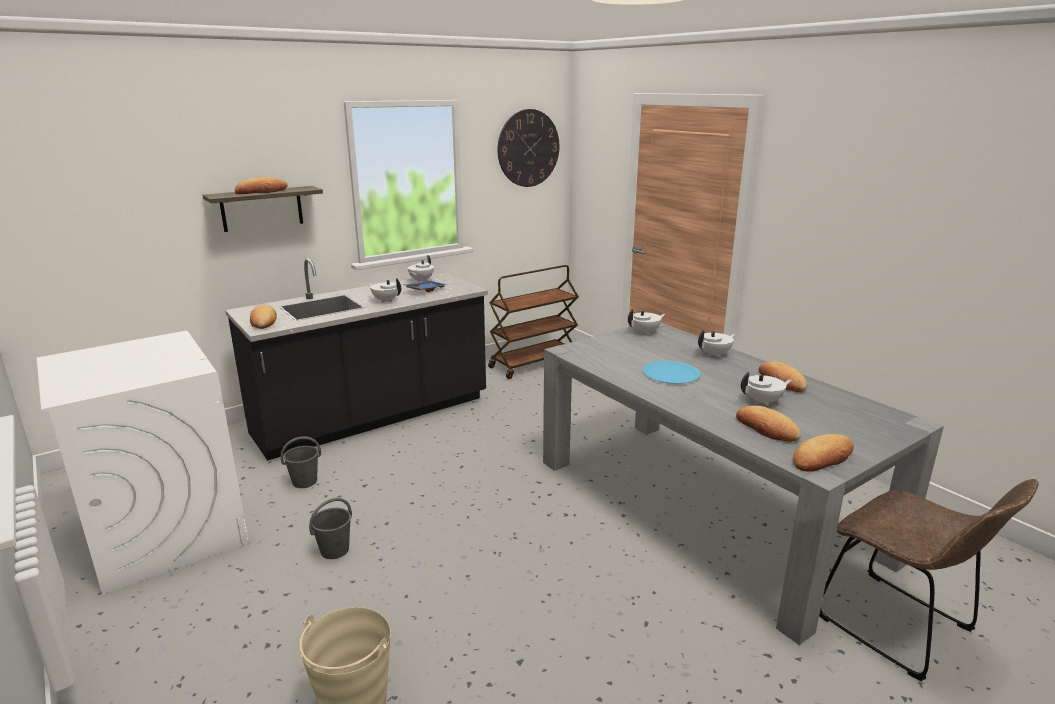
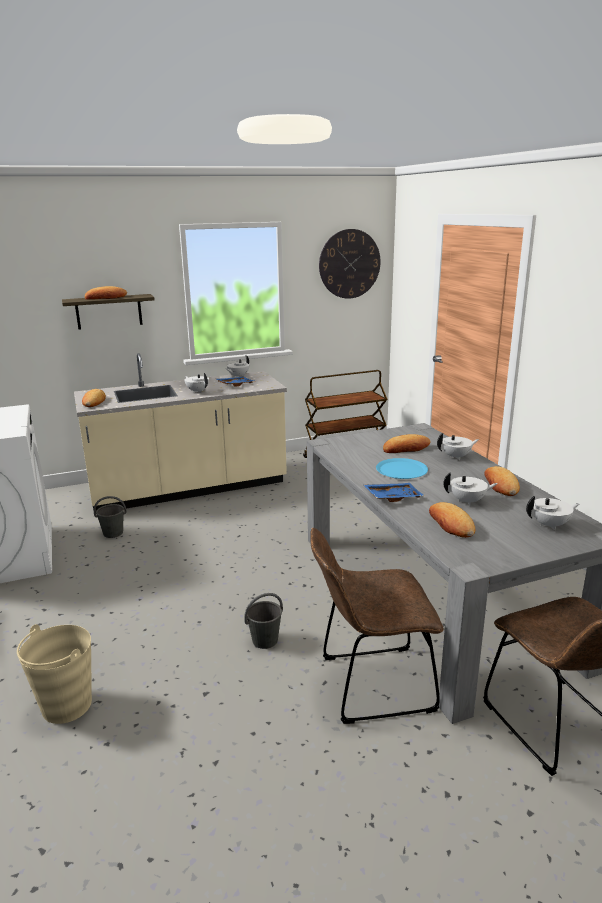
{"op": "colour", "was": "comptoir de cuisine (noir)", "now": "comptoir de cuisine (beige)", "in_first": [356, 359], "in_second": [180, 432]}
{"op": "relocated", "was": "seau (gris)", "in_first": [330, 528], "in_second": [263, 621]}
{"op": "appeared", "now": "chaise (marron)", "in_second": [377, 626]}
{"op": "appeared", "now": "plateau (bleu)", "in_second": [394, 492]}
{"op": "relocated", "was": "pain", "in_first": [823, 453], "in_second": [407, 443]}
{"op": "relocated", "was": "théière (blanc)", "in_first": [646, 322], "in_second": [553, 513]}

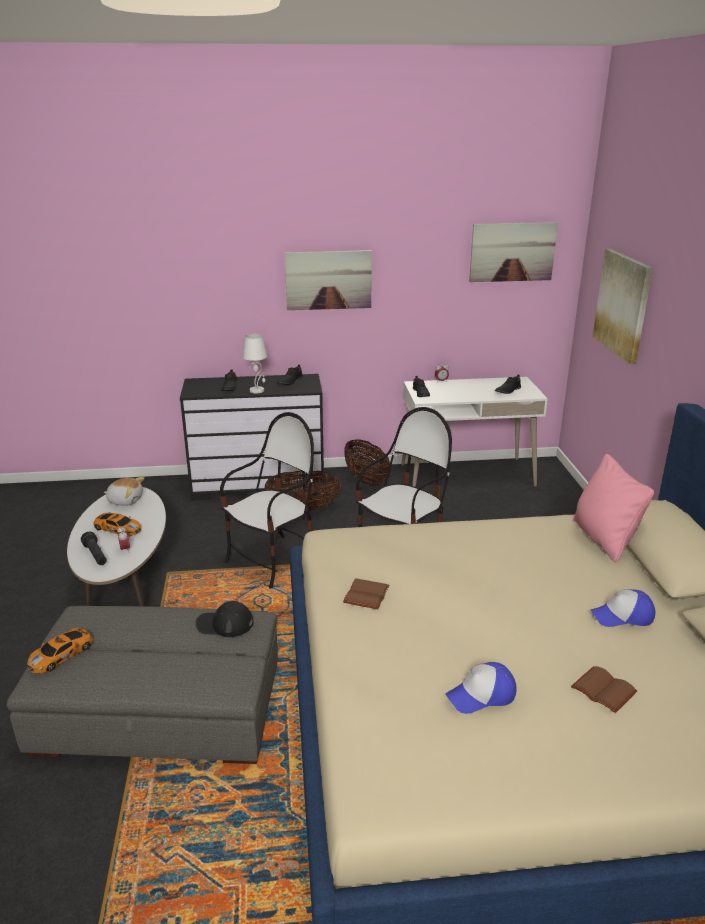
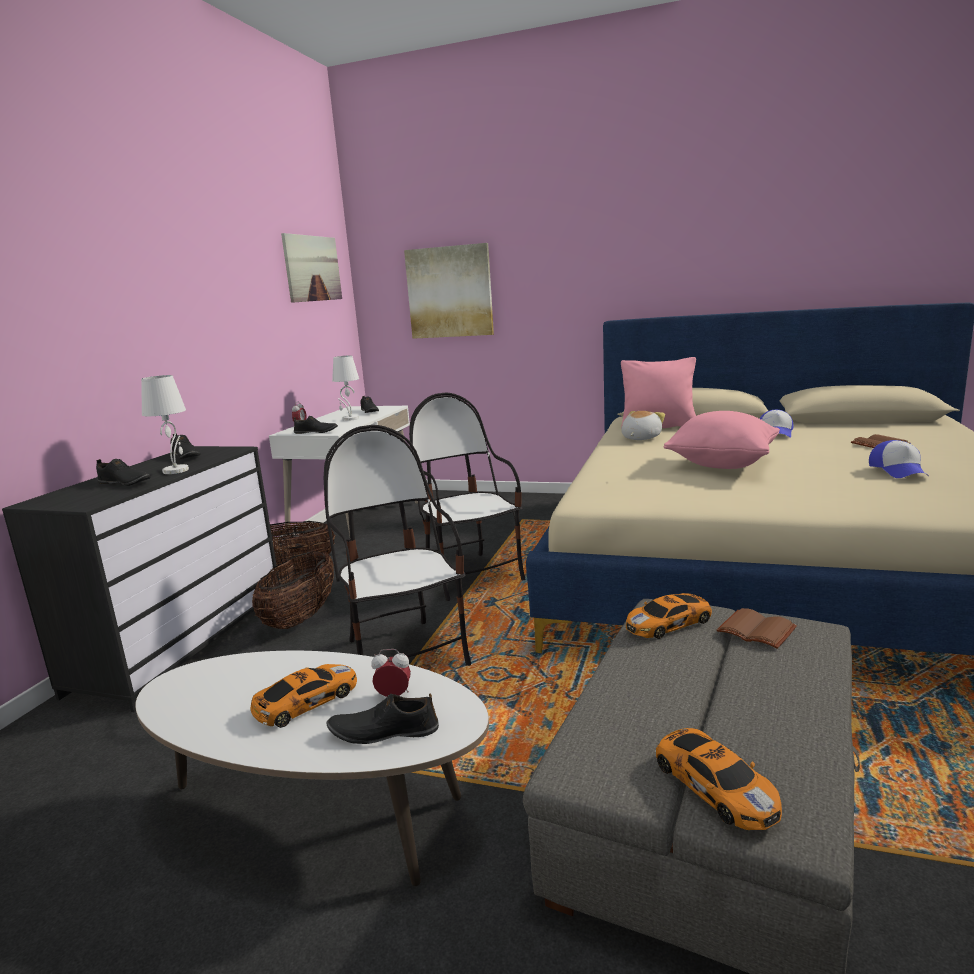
{"op": "exchanged", "was": "lampe de poche (noir)", "now": "chaussure (noir)", "in_first": [94, 548], "in_second": [382, 718]}
{"op": "appeared", "now": "lampe de table (blanc)", "in_second": [345, 388]}
{"op": "relocated", "was": "peluche", "in_first": [124, 491], "in_second": [643, 425]}
{"op": "exchanged", "was": "casquette (noir)", "now": "petite voiture", "in_first": [224, 619], "in_second": [669, 616]}
{"op": "appeared", "now": "coussin (rose)", "in_second": [721, 440]}
{"op": "relocated", "was": "livre (marron)", "in_first": [366, 593], "in_second": [756, 628]}
{"op": "missing", "was": "tableau", "in_first": [328, 280]}

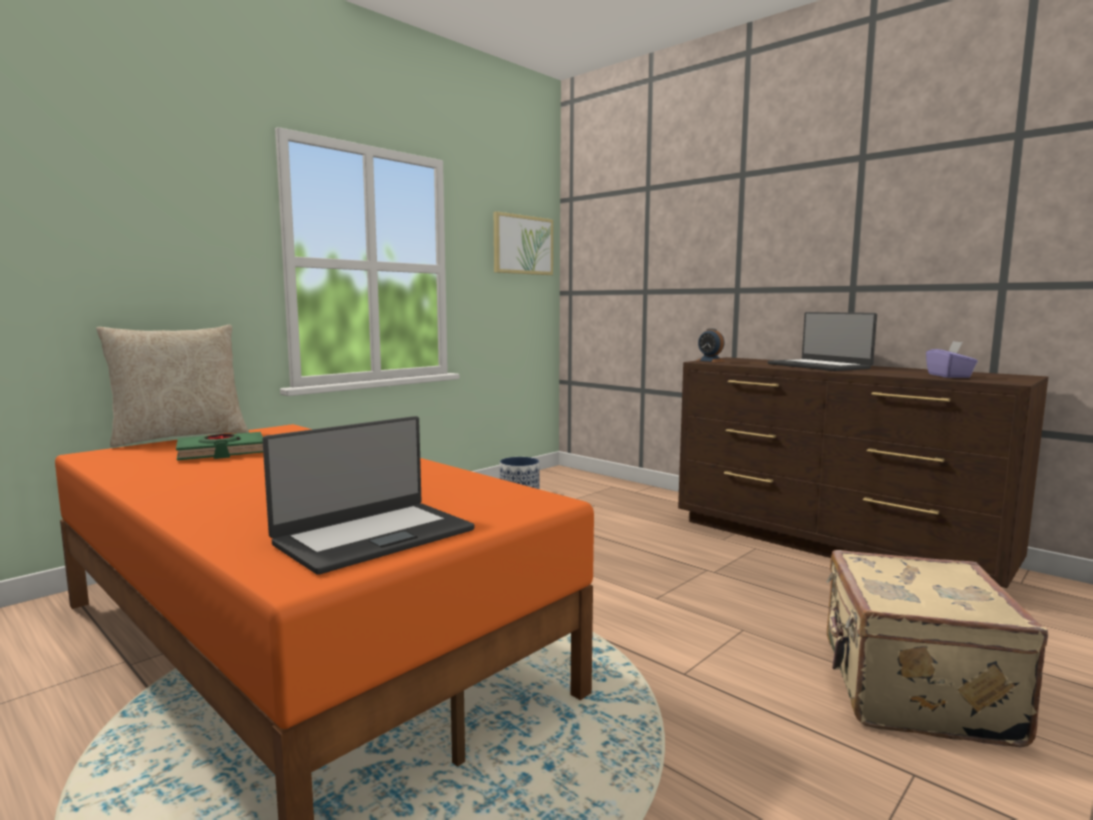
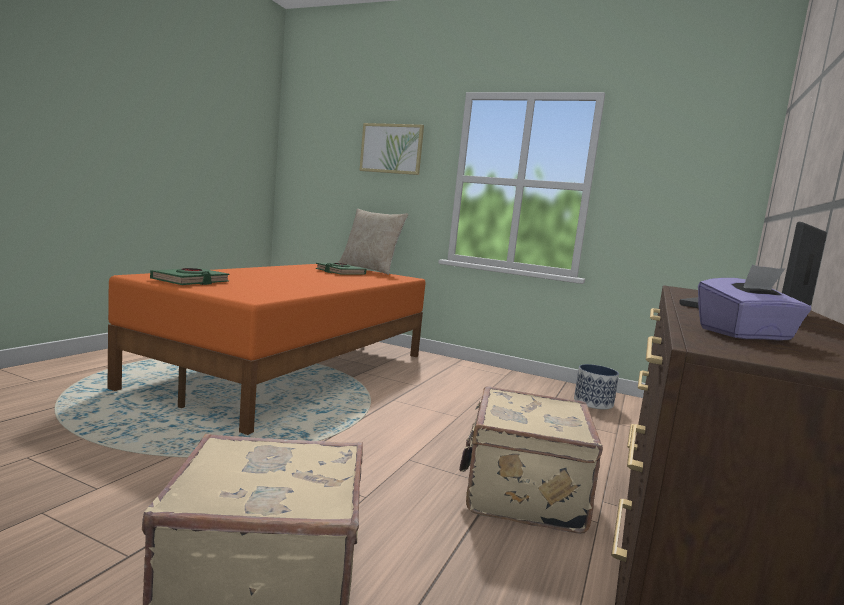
{"op": "exchanged", "was": "ordinateur portable", "now": "livre (vert)", "in_first": [368, 495], "in_second": [189, 276]}
{"op": "relocated", "was": "tableau", "in_first": [523, 243], "in_second": [391, 149]}
{"op": "appeared", "now": "valise (beige)", "in_second": [531, 460]}
{"op": "missing", "was": "réveil", "in_first": [710, 345]}

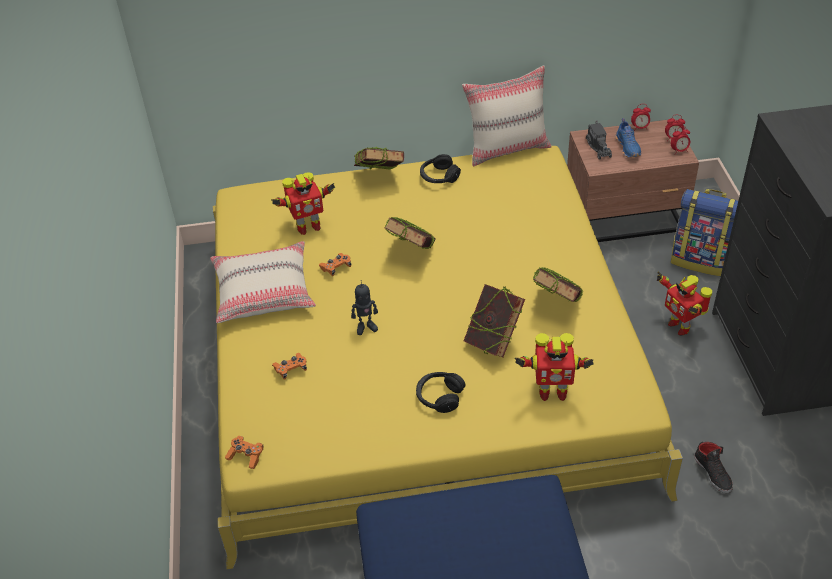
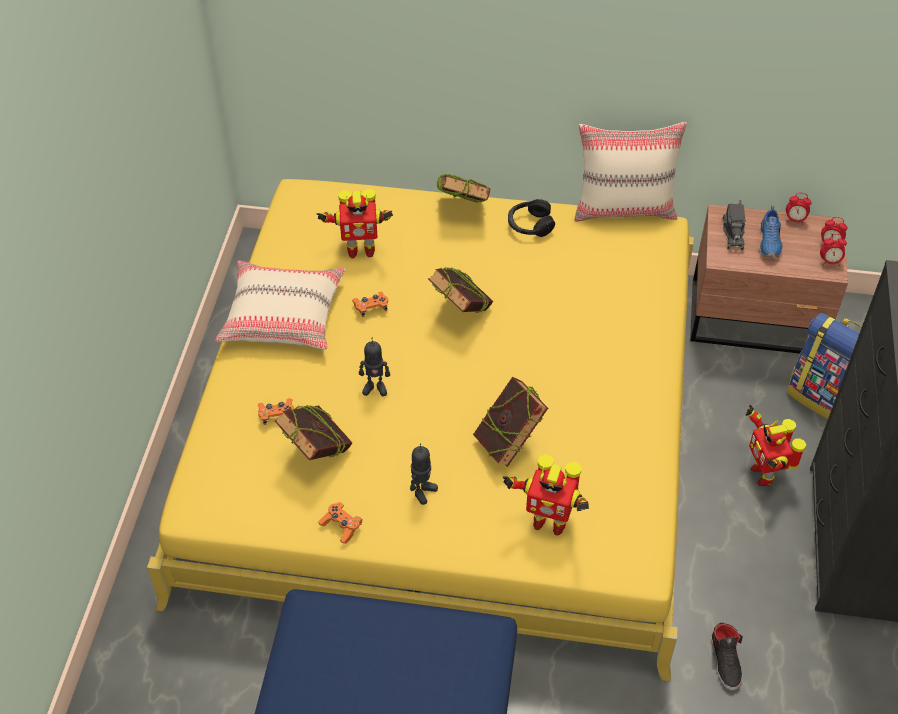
{"op": "relocated", "was": "livre", "in_first": [558, 284], "in_second": [313, 432]}
{"op": "relocated", "was": "manette (orange)", "in_first": [244, 452], "in_second": [340, 523]}
{"op": "exchanged", "was": "casque audio (noir)", "now": "robot jouet", "in_first": [441, 392], "in_second": [424, 474]}

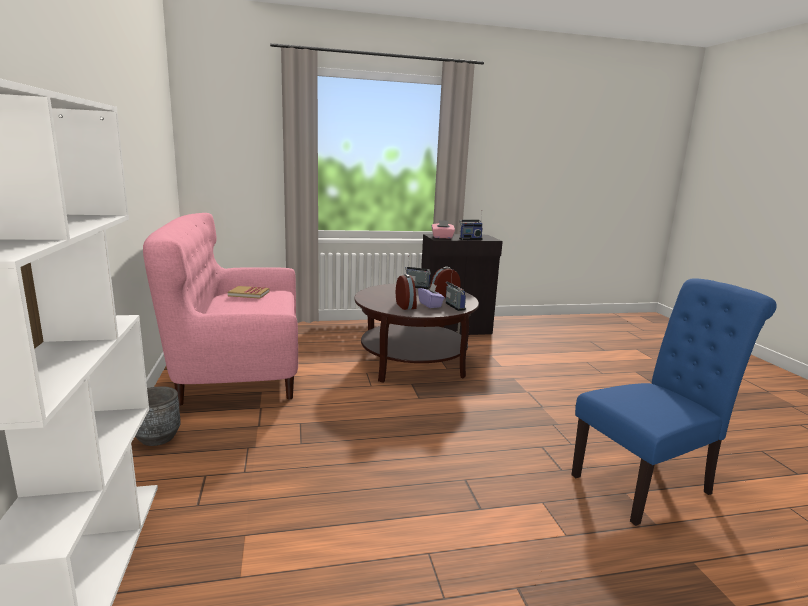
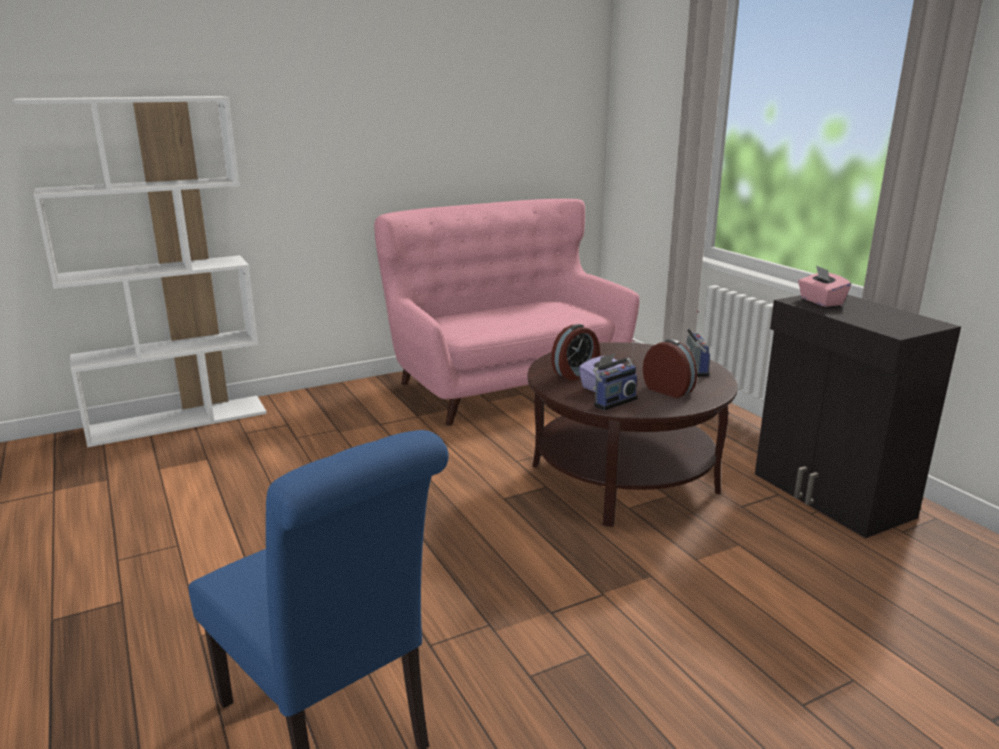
{"op": "missing", "was": "cache-pot (gris)", "in_first": [158, 416]}
{"op": "missing", "was": "livre", "in_first": [249, 292]}
{"op": "missing", "was": "radio", "in_first": [471, 225]}

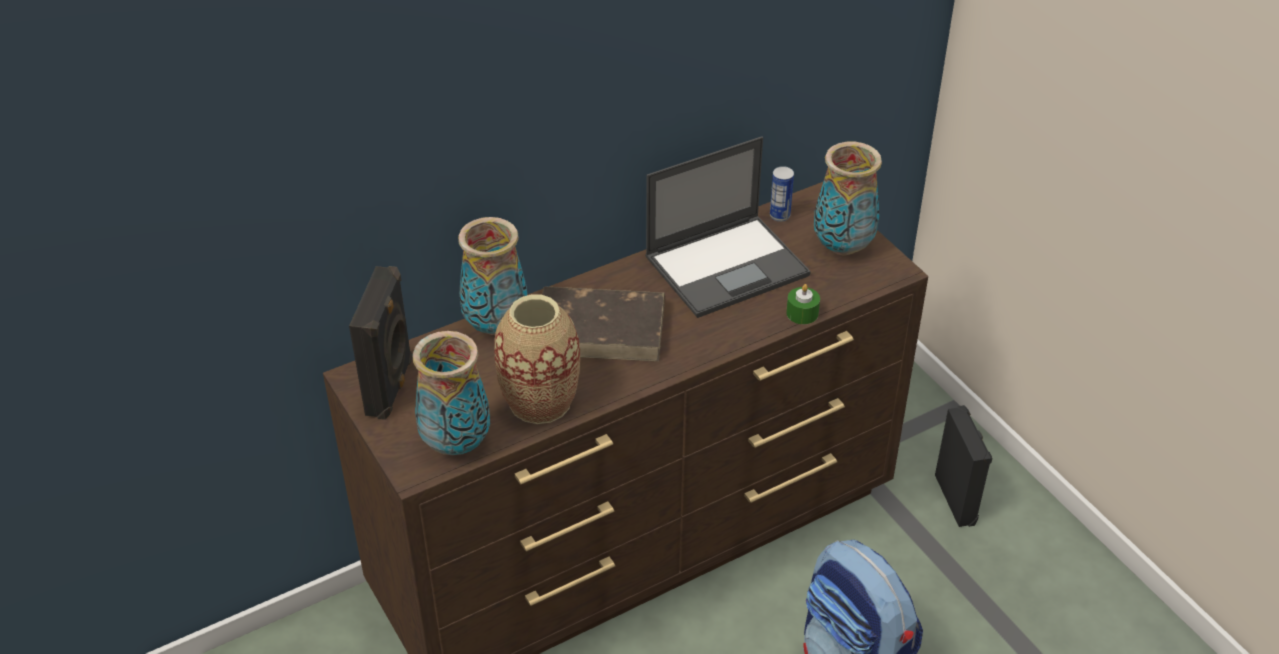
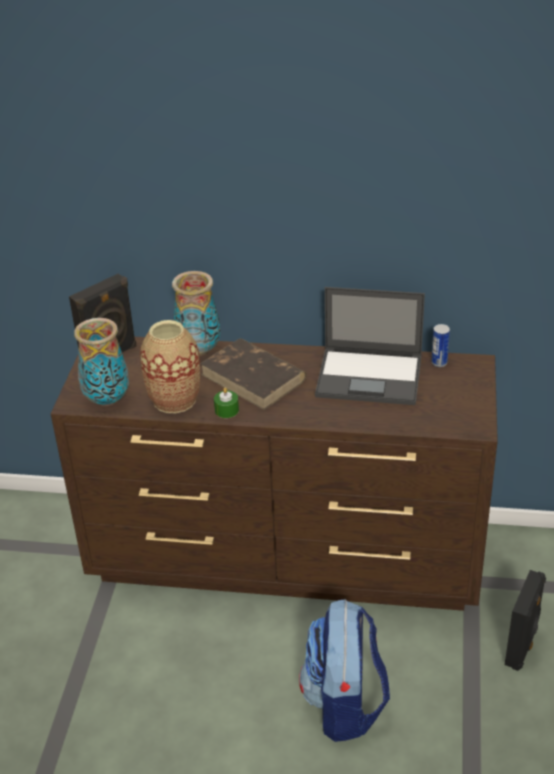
{"op": "relocated", "was": "bougie (vert)", "in_first": [803, 304], "in_second": [226, 402]}
{"op": "missing", "was": "vase", "in_first": [848, 198]}

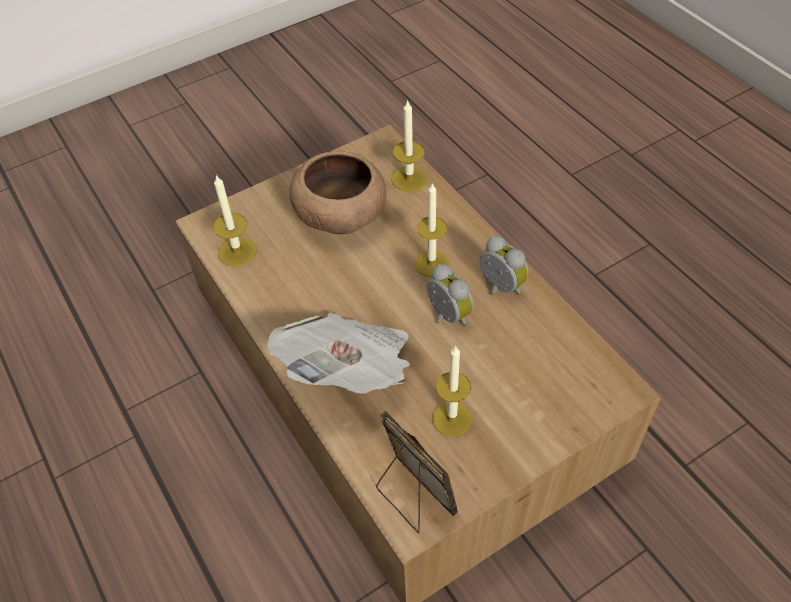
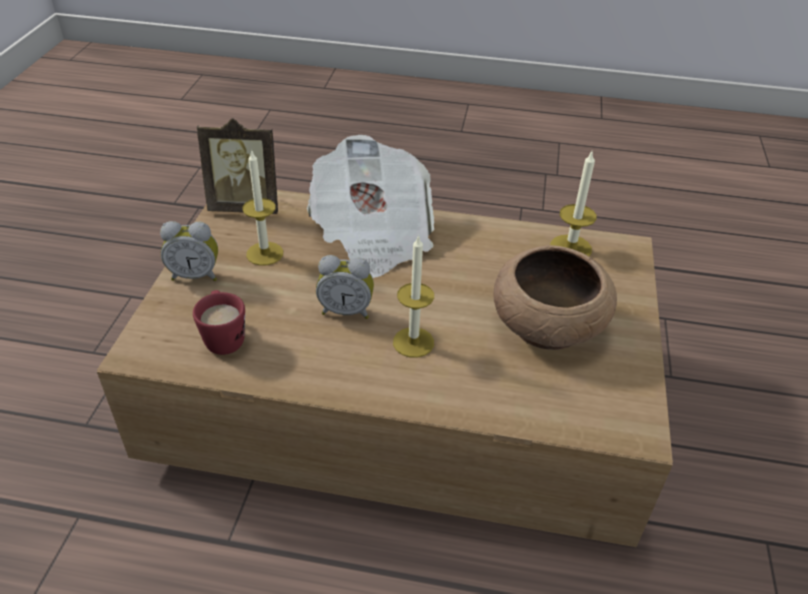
{"op": "relocated", "was": "réveil", "in_first": [504, 266], "in_second": [189, 251]}
{"op": "appeared", "now": "mug (rouge)", "in_second": [219, 322]}
{"op": "missing", "was": "bougie", "in_first": [409, 145]}

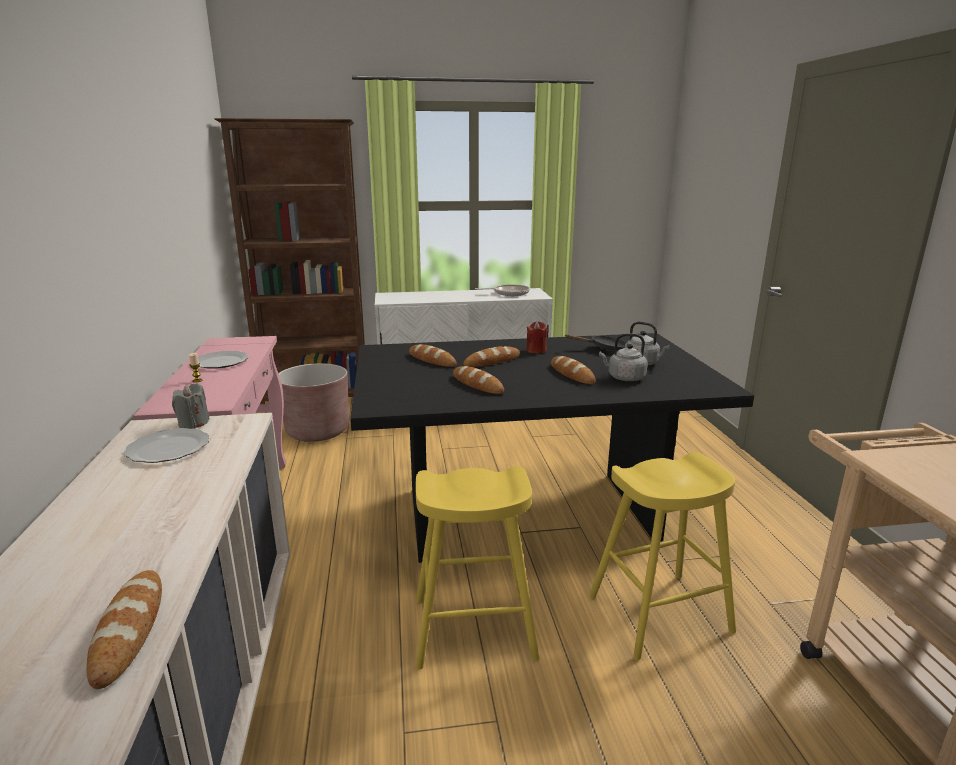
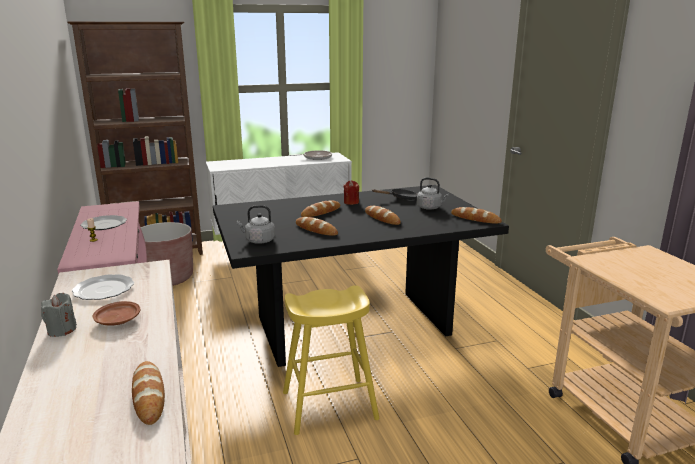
{"op": "relocated", "was": "bougie (gris)", "in_first": [191, 406], "in_second": [59, 315]}
{"op": "appeared", "now": "assiette (marron)", "in_second": [116, 313]}
{"op": "relocated", "was": "bouilloire (gris)", "in_first": [623, 357], "in_second": [256, 224]}
{"op": "relocated", "was": "pain", "in_first": [433, 355], "in_second": [476, 215]}
{"op": "missing", "was": "tabouret (jaune)", "in_first": [662, 556]}

